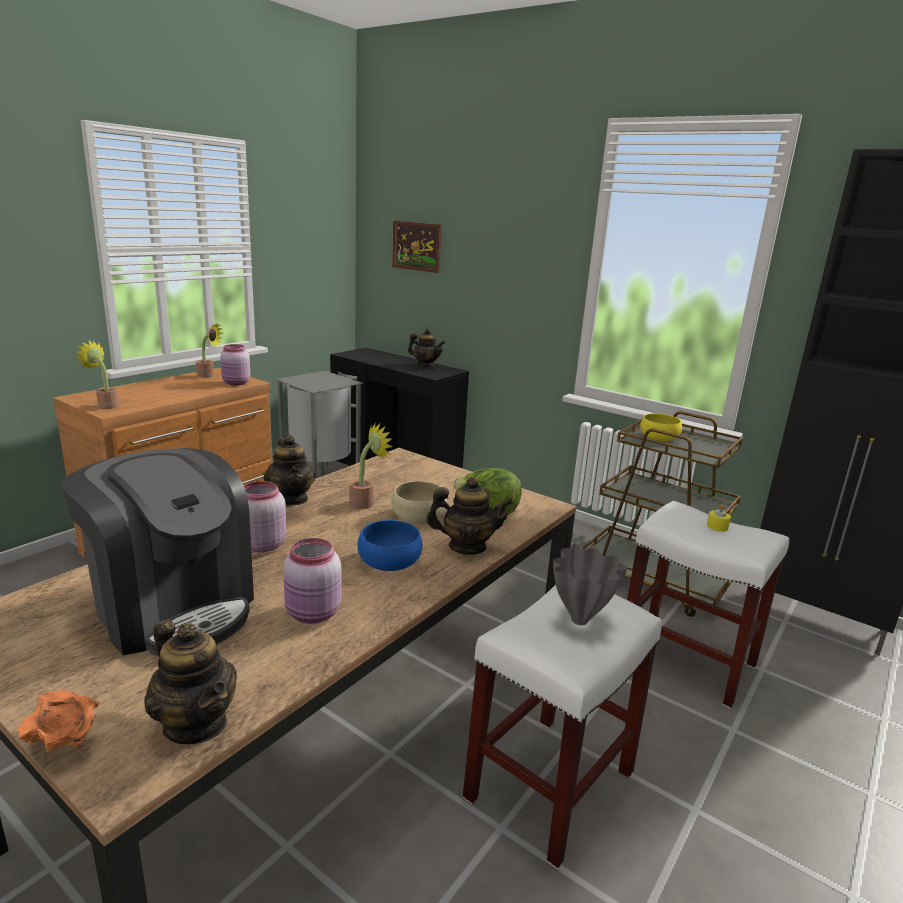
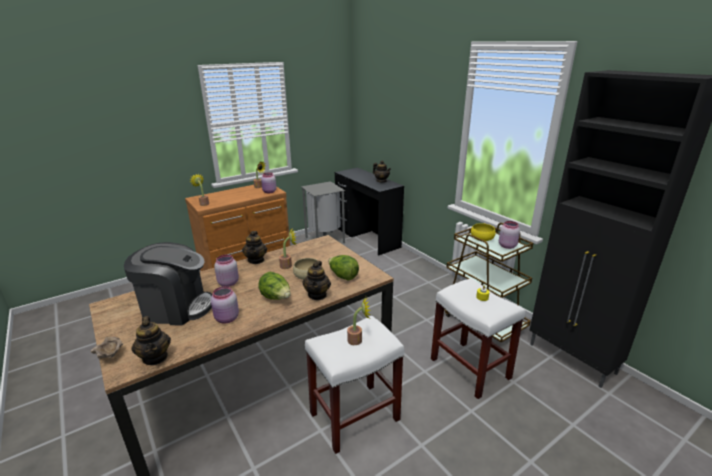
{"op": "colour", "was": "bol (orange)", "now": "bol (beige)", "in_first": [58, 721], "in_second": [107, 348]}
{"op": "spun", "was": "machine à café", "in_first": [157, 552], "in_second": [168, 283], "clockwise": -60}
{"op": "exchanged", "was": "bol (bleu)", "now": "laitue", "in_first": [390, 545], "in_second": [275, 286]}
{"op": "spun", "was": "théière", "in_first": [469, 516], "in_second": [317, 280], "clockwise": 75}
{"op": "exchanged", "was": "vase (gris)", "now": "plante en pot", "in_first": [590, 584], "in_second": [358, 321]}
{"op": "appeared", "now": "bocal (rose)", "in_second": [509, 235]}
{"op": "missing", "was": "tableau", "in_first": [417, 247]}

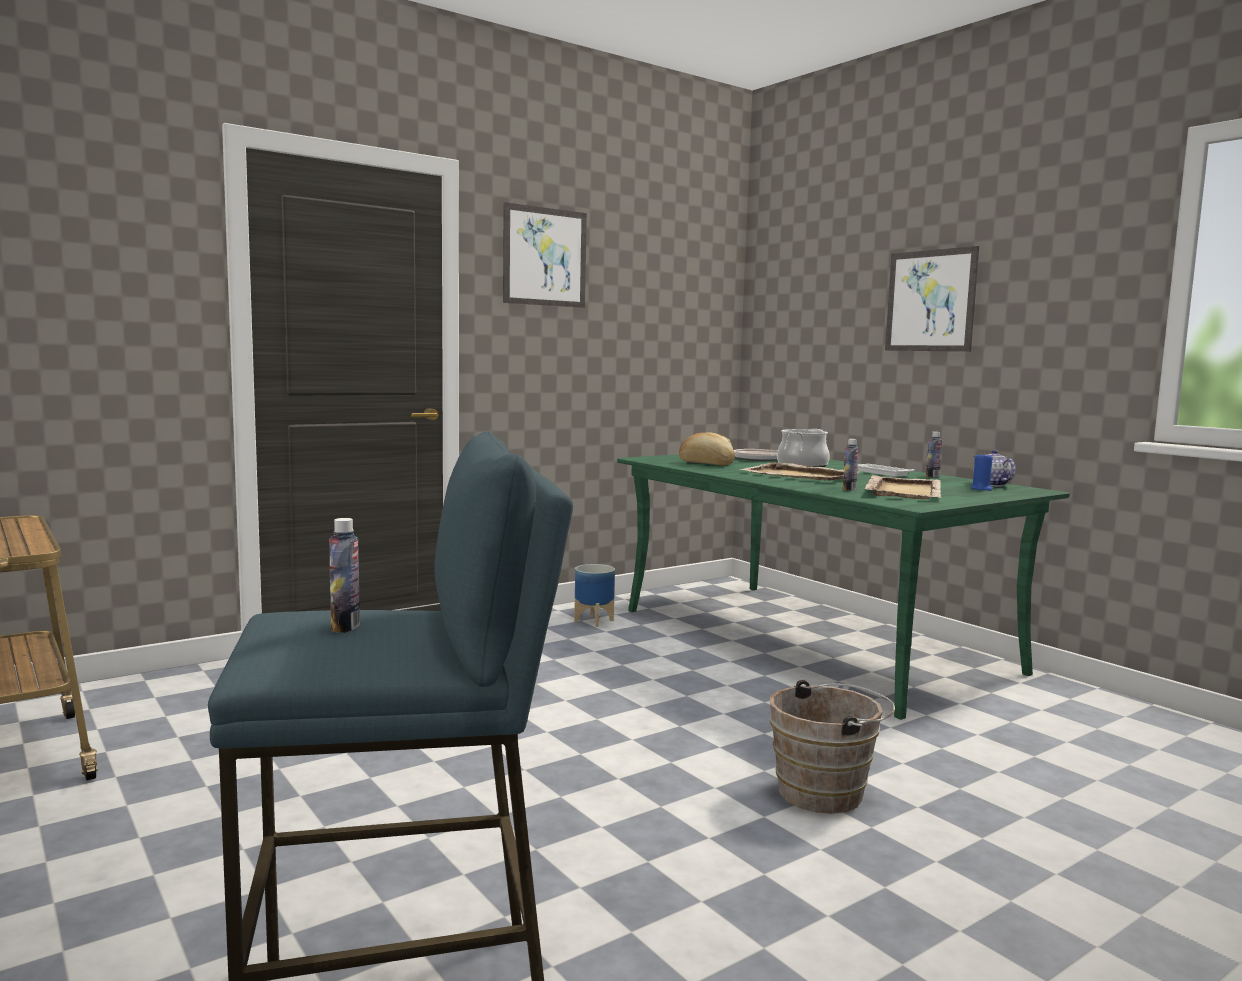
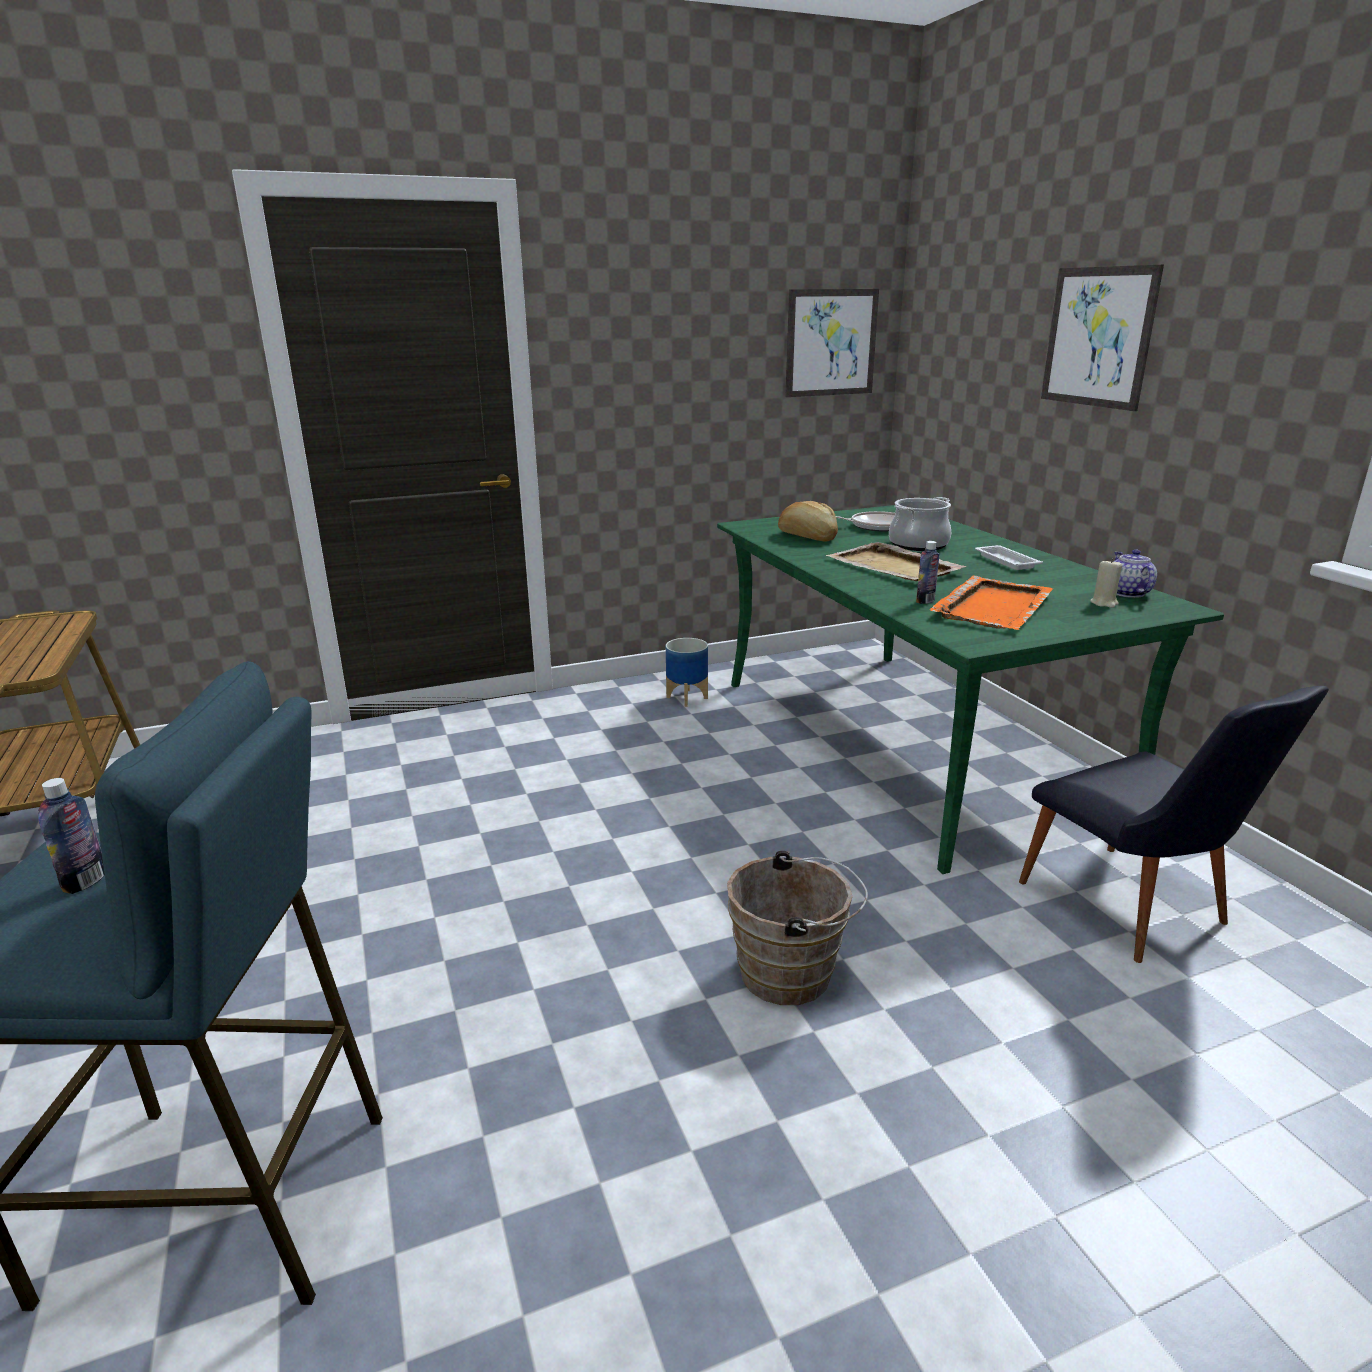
{"op": "relocated", "was": "tableau", "in_first": [545, 255], "in_second": [832, 343]}
{"op": "colour", "was": "plateau (beige)", "now": "plateau (orange)", "in_first": [904, 487], "in_second": [991, 603]}
{"op": "appeared", "now": "chaise (noir)", "in_second": [1174, 824]}
{"op": "colour", "was": "bougie (bleu)", "now": "bougie (beige)", "in_first": [982, 471], "in_second": [1106, 583]}
{"op": "missing", "was": "bouteille", "in_first": [934, 454]}

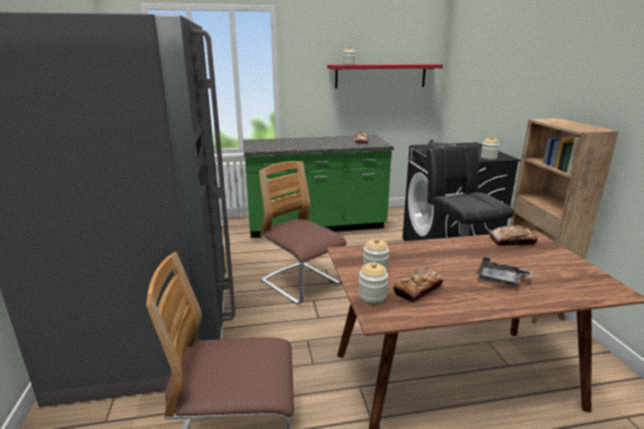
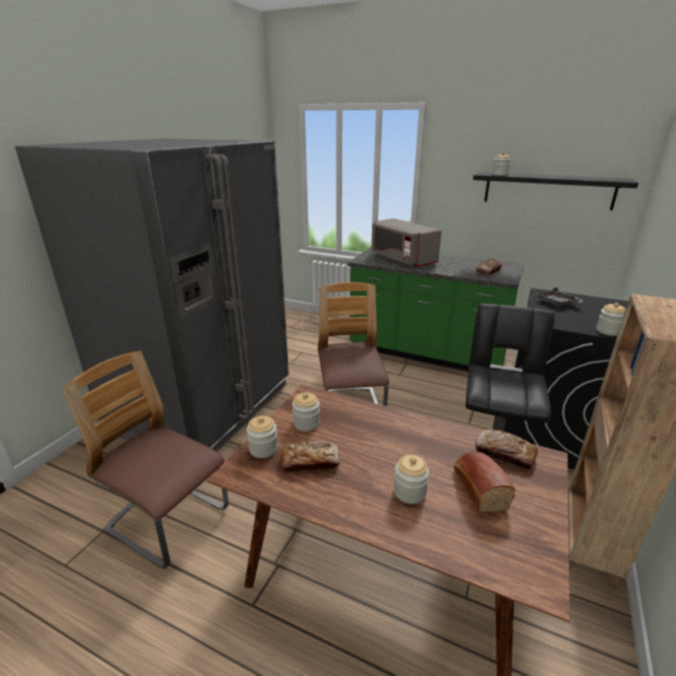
{"op": "appeared", "now": "micro-ondes (gris)", "in_second": [406, 242]}
{"op": "exchanged", "was": "plateau (gris)", "now": "bocal", "in_first": [504, 272], "in_second": [411, 479]}
{"op": "appeared", "now": "pain", "in_second": [485, 482]}
{"op": "colour", "was": "étagère (rouge)", "now": "étagère (noir)", "in_first": [385, 76], "in_second": [556, 191]}

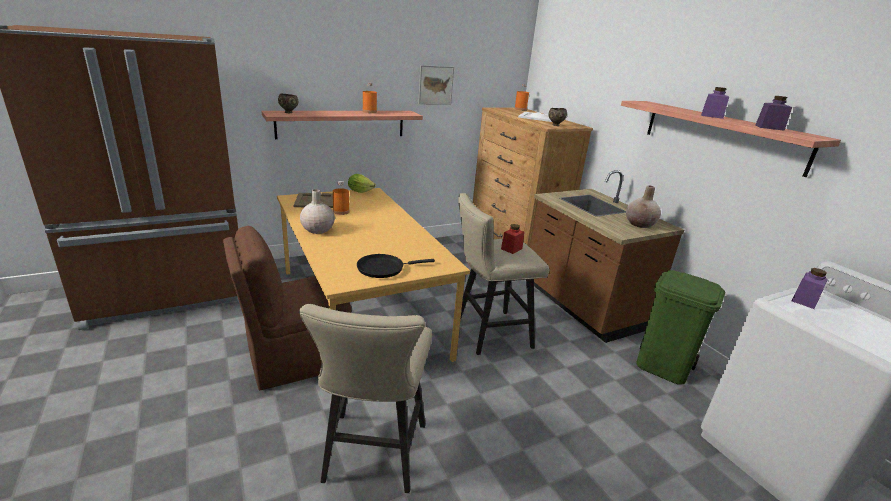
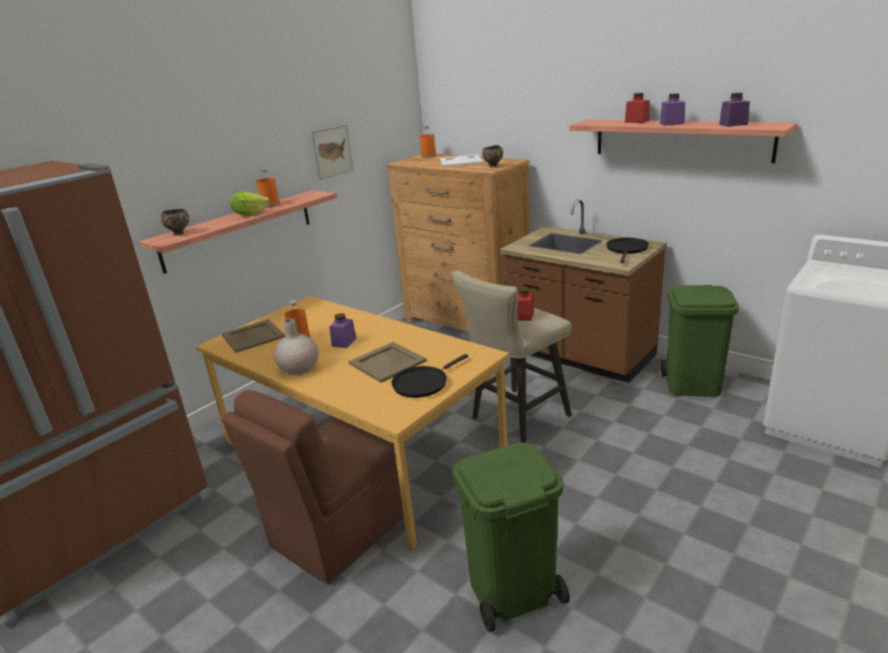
{"op": "relocated", "was": "laitue", "in_first": [362, 183], "in_second": [250, 203]}
{"op": "relocated", "was": "bocal (violet)", "in_first": [809, 288], "in_second": [343, 330]}
{"op": "appeared", "now": "plateau (beige)", "in_second": [387, 362]}
{"op": "exchanged", "was": "tabouret (beige)", "now": "poubelle (vert)", "in_first": [365, 398], "in_second": [511, 537]}
{"op": "exchanged", "was": "vase (beige)", "now": "poêle (noir)", "in_first": [643, 207], "in_second": [627, 250]}
{"op": "appeared", "now": "bocal (rouge)", "in_second": [637, 108]}

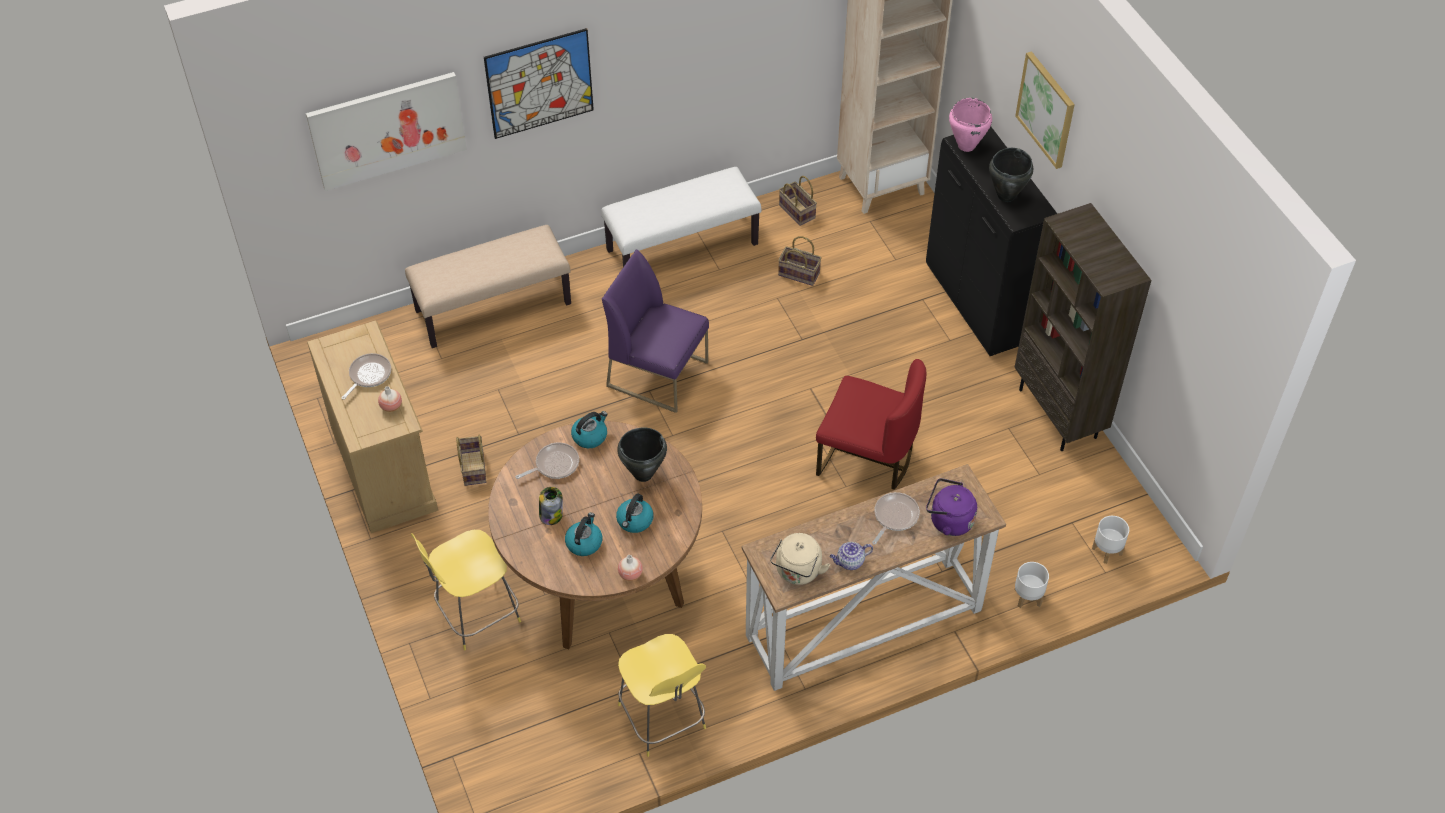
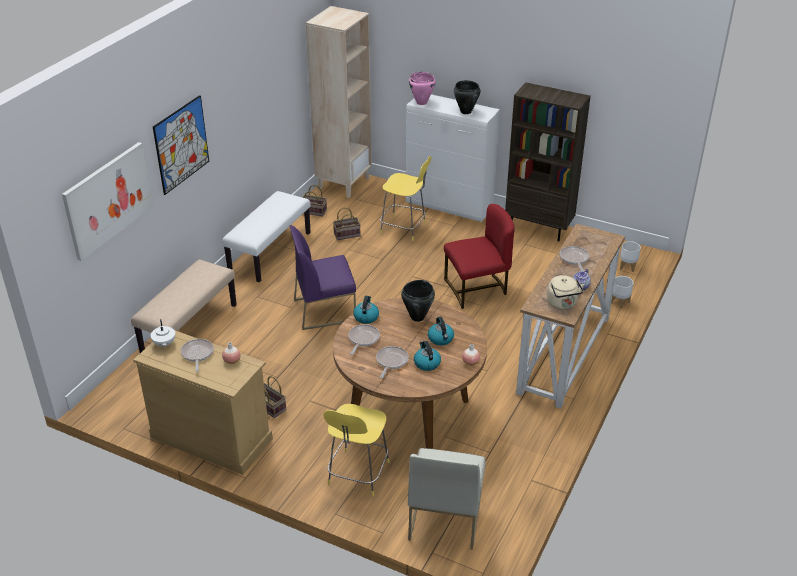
{"op": "appeared", "now": "théière (blanc)", "in_second": [162, 332]}
{"op": "exchanged", "was": "bocal", "now": "poêle", "in_first": [551, 506], "in_second": [392, 362]}
{"op": "relocated", "was": "tabouret (jaune)", "in_first": [662, 695], "in_second": [405, 198]}
{"op": "colour", "was": "meuble de rangement (noir)", "now": "meuble de rangement (blanc)", "in_first": [991, 241], "in_second": [453, 158]}
{"op": "appeared", "now": "chaise (blanc)", "in_second": [447, 499]}
{"op": "missing", "was": "bouilloire (violet)", "in_first": [951, 507]}
{"op": "missing", "was": "tableau", "in_first": [1045, 110]}

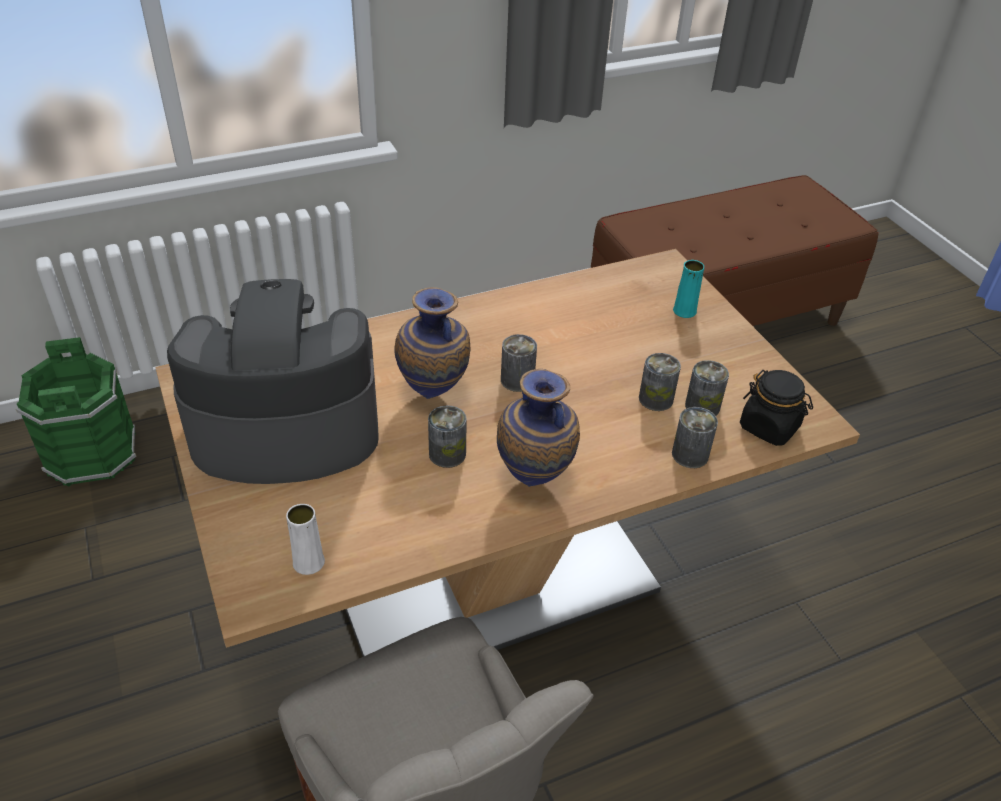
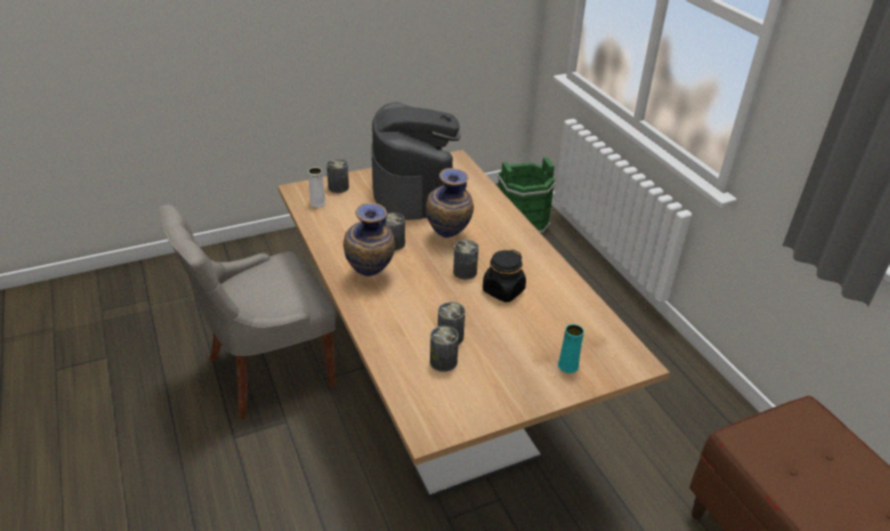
{"op": "relocated", "was": "boîte métallique", "in_first": [695, 437], "in_second": [337, 176]}
{"op": "relocated", "was": "bocal (noir)", "in_first": [776, 408], "in_second": [504, 276]}

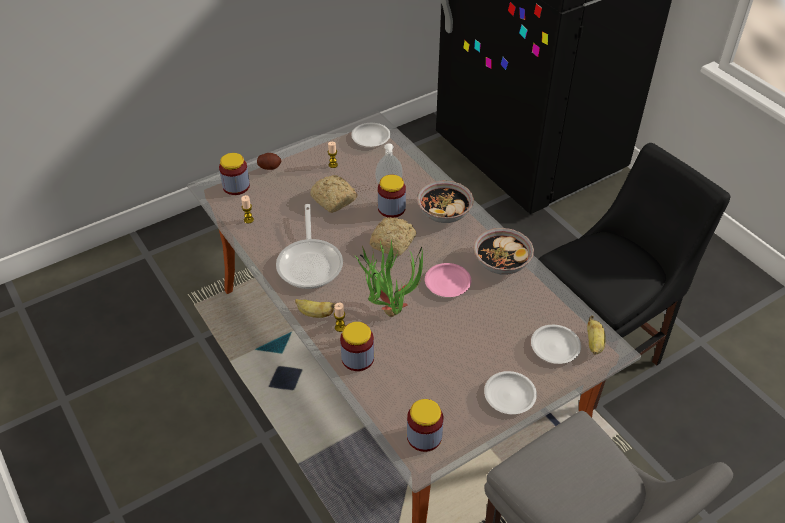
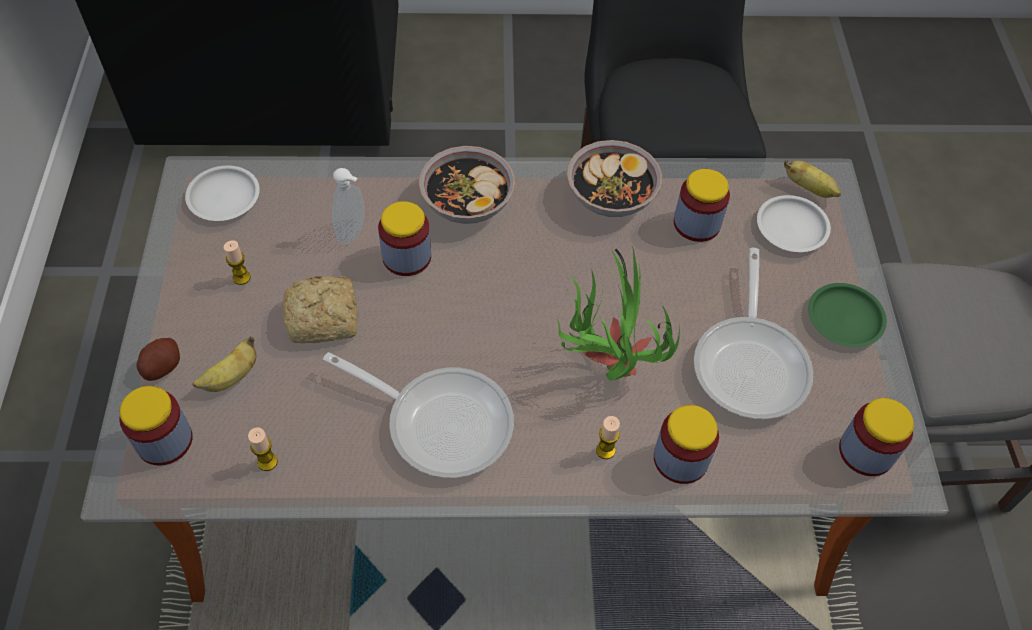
{"op": "relocated", "was": "banane", "in_first": [315, 308], "in_second": [224, 364]}
{"op": "appeared", "now": "bocal", "in_second": [702, 205]}
{"op": "appeared", "now": "poêle", "in_second": [753, 333]}
{"op": "colour", "was": "assiette (blanc)", "now": "assiette (vert)", "in_first": [510, 392], "in_second": [847, 315]}
{"op": "missing", "was": "pain", "in_first": [393, 236]}
{"op": "missing", "was": "assiette (rose)", "in_first": [448, 280]}

